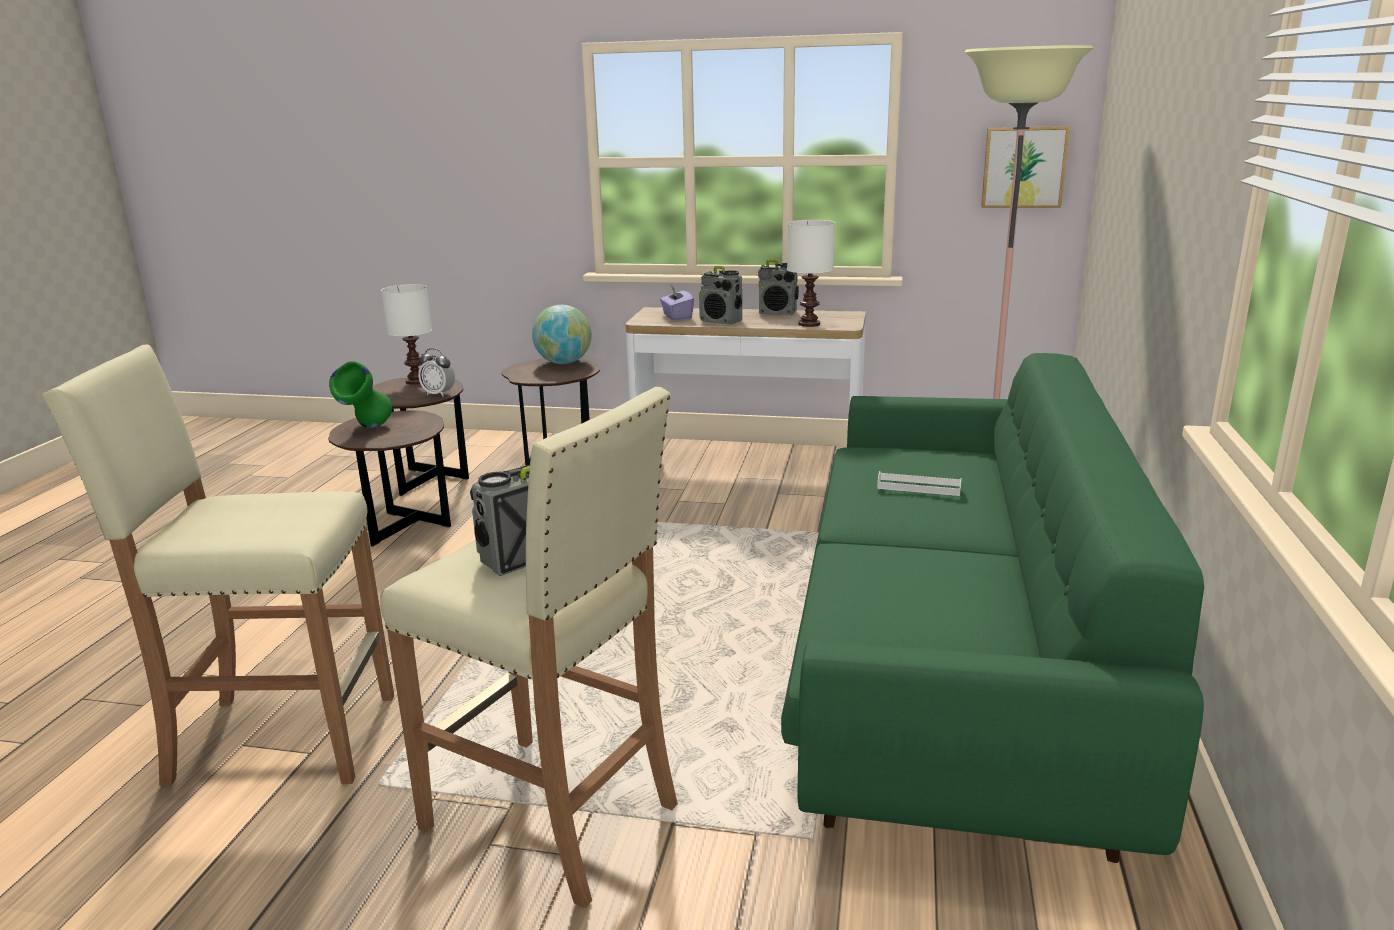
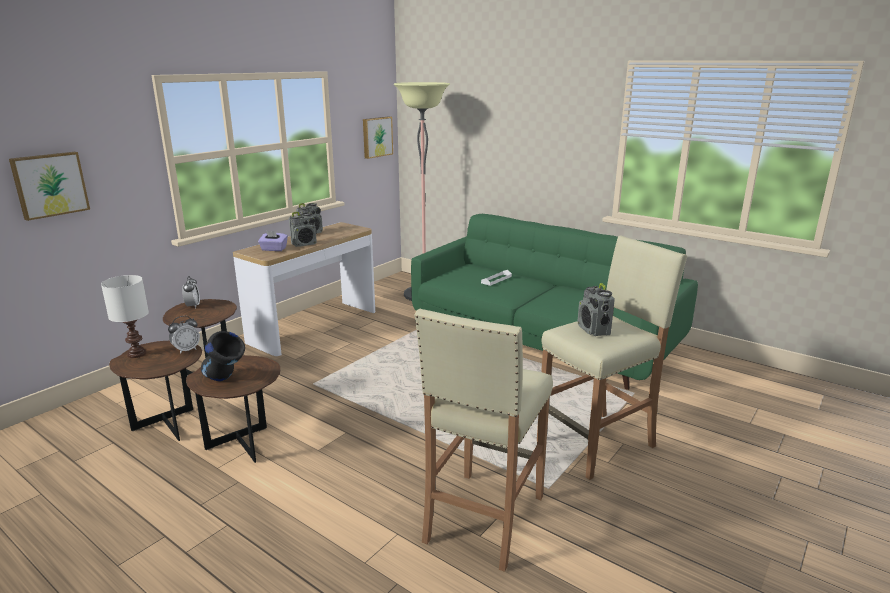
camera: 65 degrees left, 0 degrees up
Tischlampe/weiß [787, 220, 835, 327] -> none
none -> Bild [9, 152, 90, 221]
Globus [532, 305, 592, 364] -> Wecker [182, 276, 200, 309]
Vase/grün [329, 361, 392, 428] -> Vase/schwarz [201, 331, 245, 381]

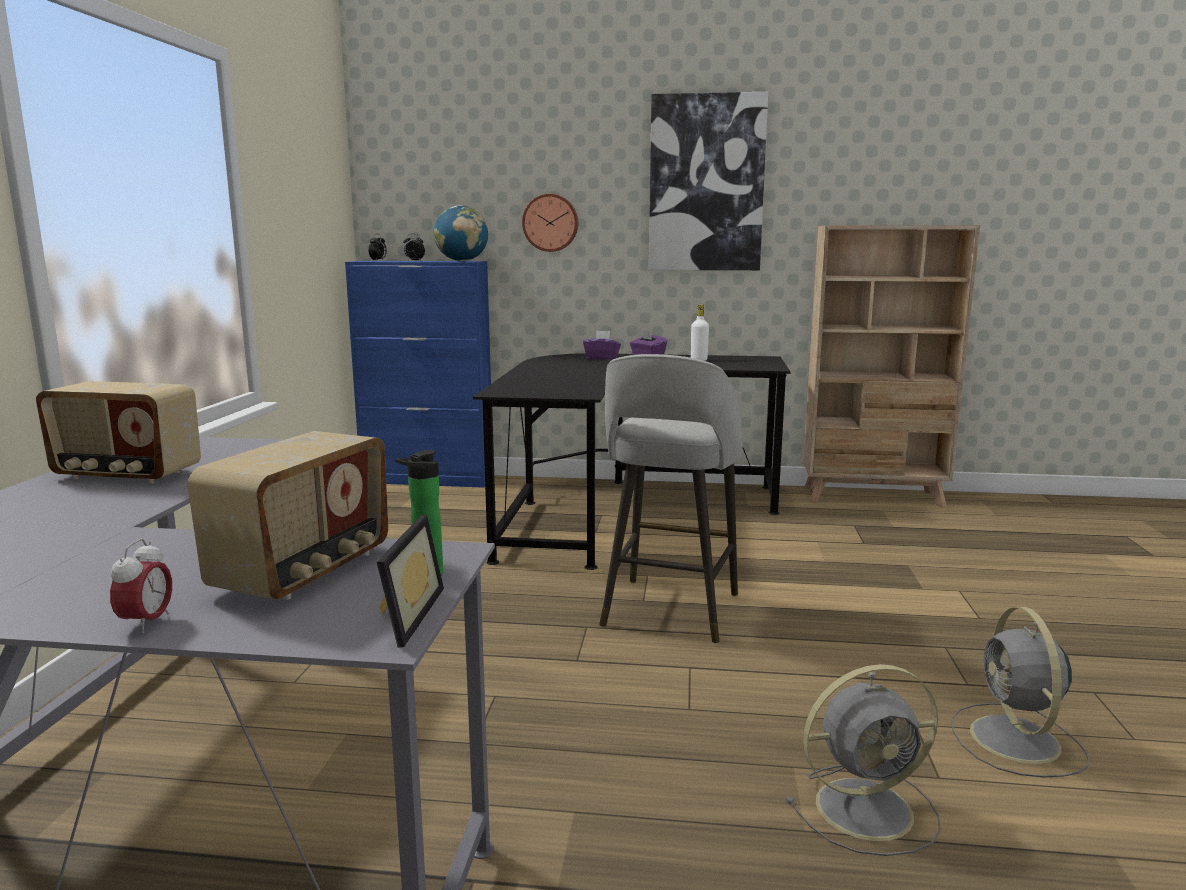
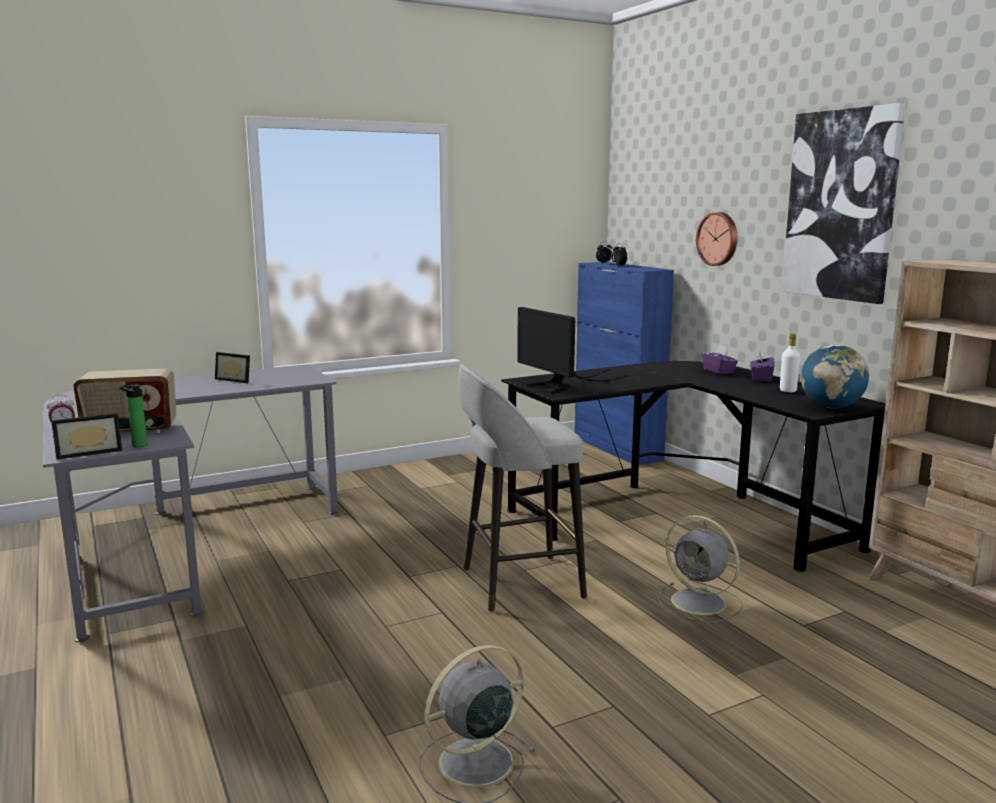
camera: 55 degrees right, 0 degrees up
none -> Monitor [517, 307, 628, 394]
Globus [434, 206, 488, 261] -> Globus [801, 345, 869, 408], moved
Ventilator/grau [786, 664, 941, 856] -> Ventilator/grau [658, 515, 743, 623], moved
Radio [36, 381, 201, 484] -> Bilderrahmen [215, 352, 250, 383]

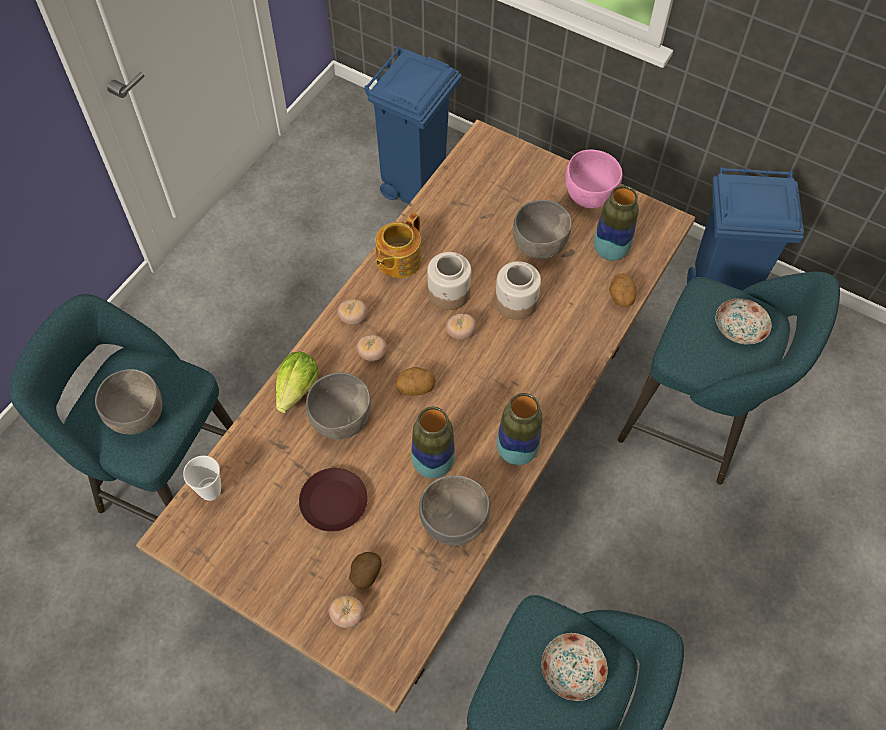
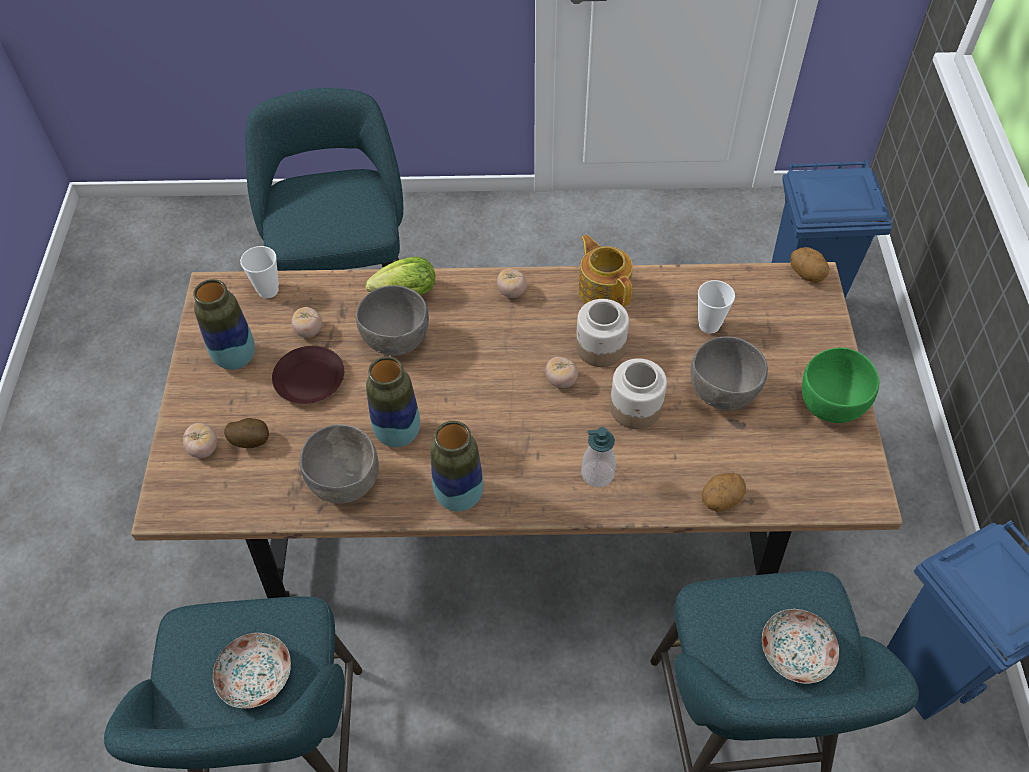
camera: 60 degrees right, 5 degrees down
Schüssel/grau [95, 369, 162, 434] -> none
none -> Seifenspender [581, 427, 616, 487]
none -> Tasse [698, 280, 735, 334]
Tomate [356, 335, 387, 361] -> Tomate [291, 307, 322, 338], moved
Kartoffel [396, 367, 436, 396] -> Kartoffel [791, 247, 829, 283], moved
Vase [594, 186, 639, 261] -> Vase [193, 279, 255, 370], moved
Schüssel/rosa [565, 150, 622, 208] -> Schüssel/grün [802, 348, 879, 423]
Teekanne [375, 213, 422, 278] -> Teekanne [578, 235, 633, 307], 60 degrees clockwise

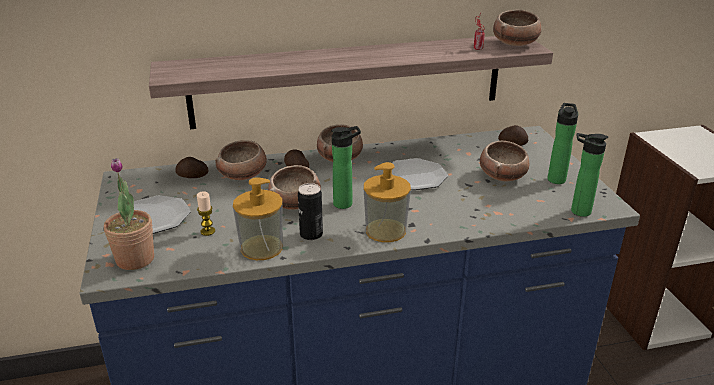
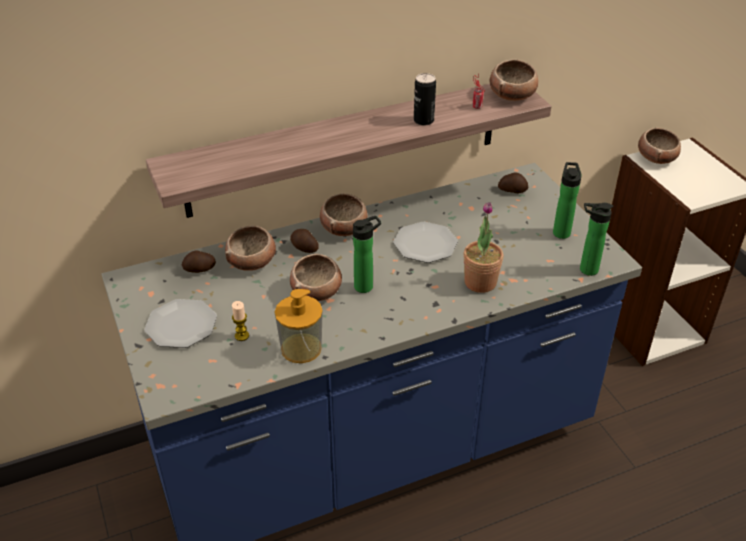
camera: 10 degrees left, 10 degrees up
Seifenspender [364, 162, 411, 242] -> none
Topfpflanze [104, 158, 154, 270] -> Topfpflanze [464, 202, 504, 293], moved
Dose [298, 183, 323, 240] -> Dose [414, 73, 436, 126], moved
Schüssel [480, 141, 529, 181] -> Schüssel [638, 128, 681, 164], moved

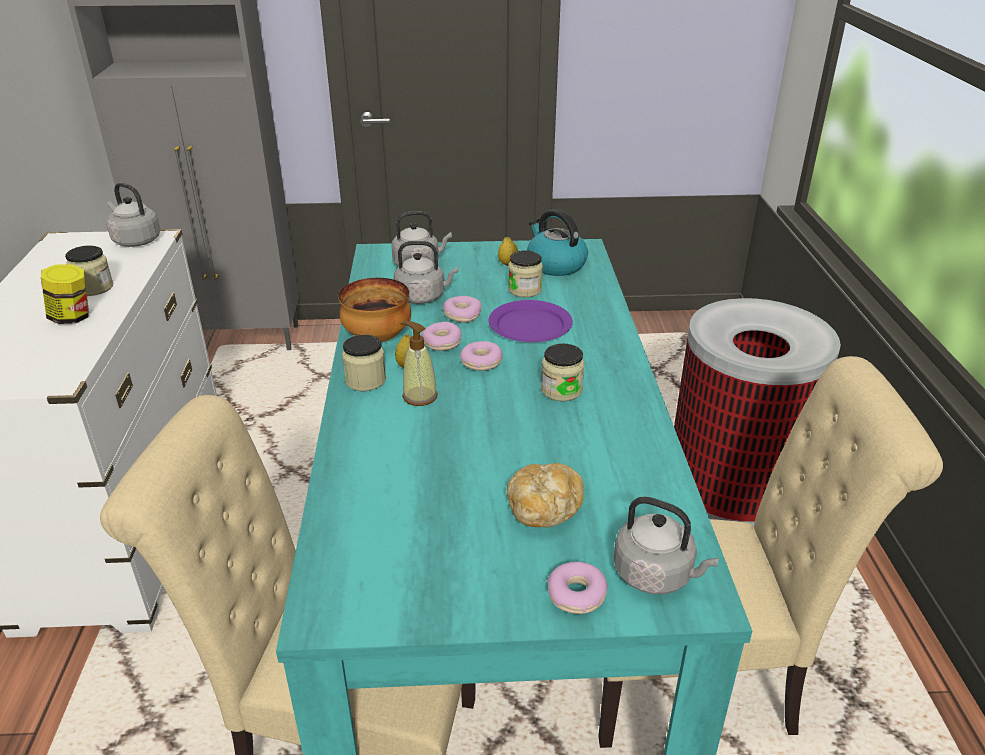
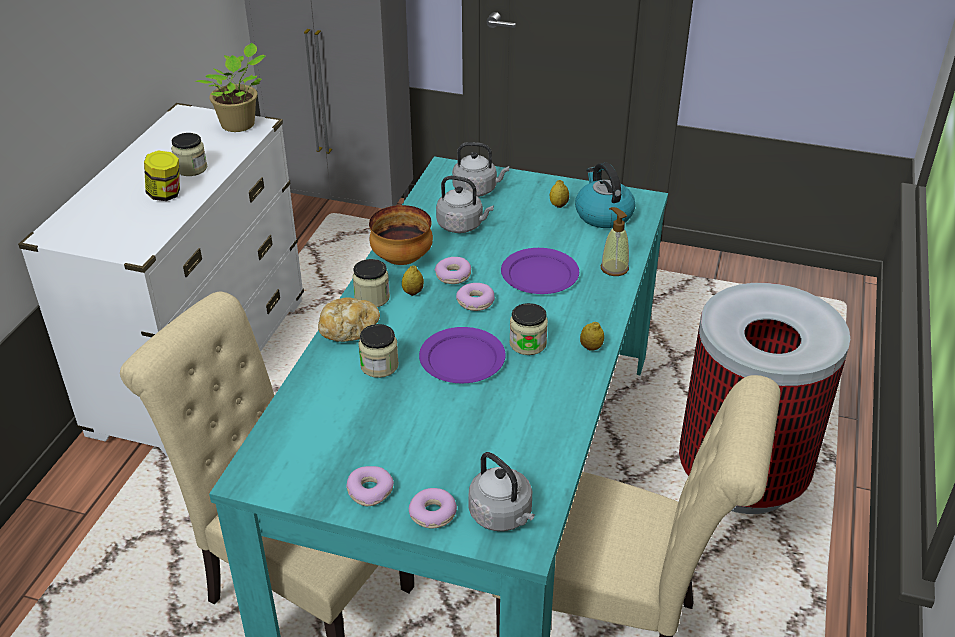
camera: 20 degrees right, 5 degrees up
none -> Teller/lila [419, 327, 506, 383]
none -> Zitrone [580, 322, 604, 350]
Seifenspender [400, 321, 438, 406] -> Seifenspender [601, 207, 629, 276], moved
Donut [443, 296, 482, 323] -> Donut [346, 466, 394, 506], moved
Brot [507, 463, 584, 527] -> Brot [318, 297, 380, 342], moved
Vorratsglas [508, 250, 543, 297] -> Vorratsglas [358, 324, 399, 378], moved
Wasserkessel/grau [106, 183, 161, 247] -> Topfpflanze [195, 43, 266, 132]

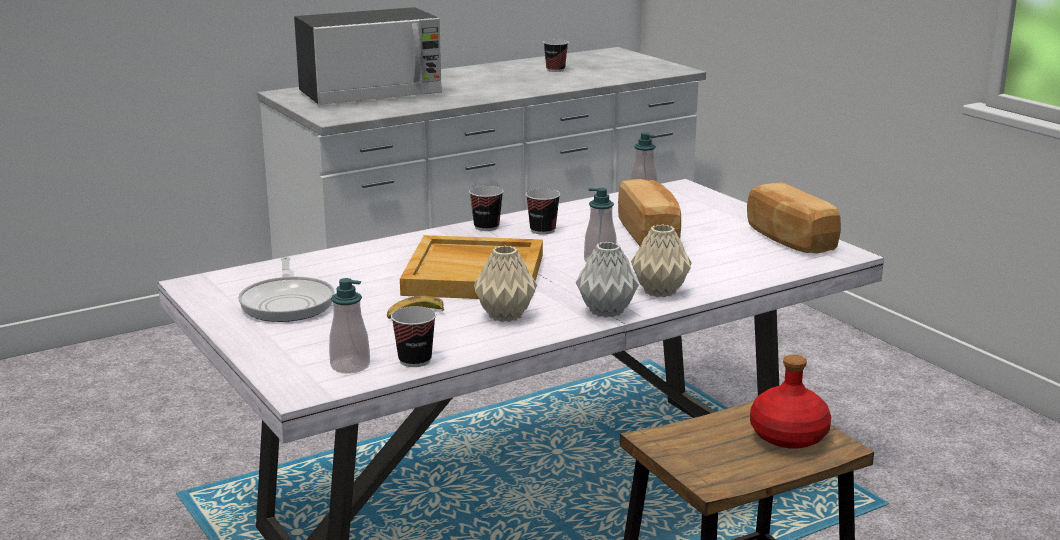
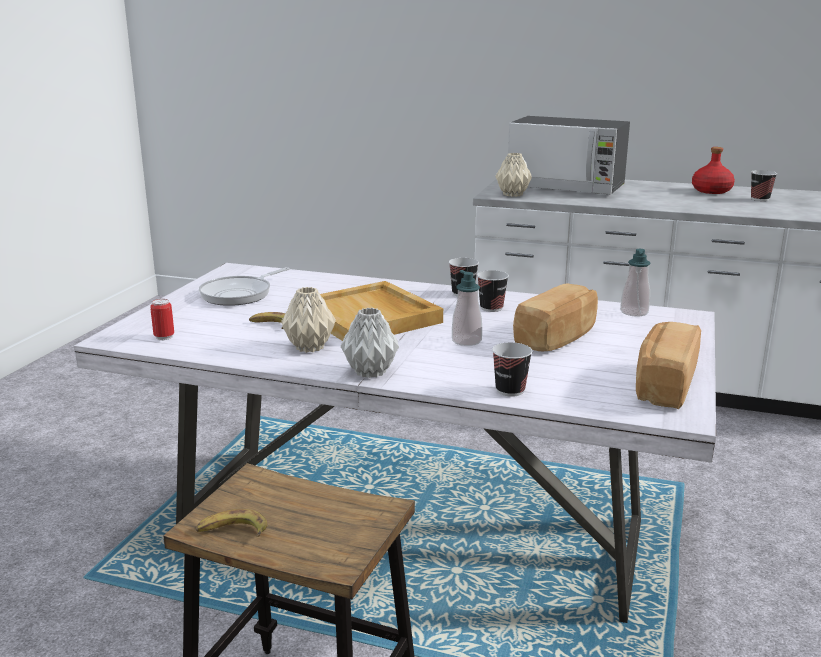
camera: 50 degrees right, 0 degrees up
none -> Banane [196, 509, 267, 537]
Tasse [391, 306, 436, 367] -> Tasse [492, 342, 533, 397], moved
Vase/beige [631, 224, 692, 297] -> Vase/beige [495, 153, 532, 197], moved
Flasche/rot [750, 354, 831, 449] -> Flasche/rot [692, 147, 735, 194], moved
Seifenspender [329, 278, 370, 374] -> Dose [150, 299, 174, 340]

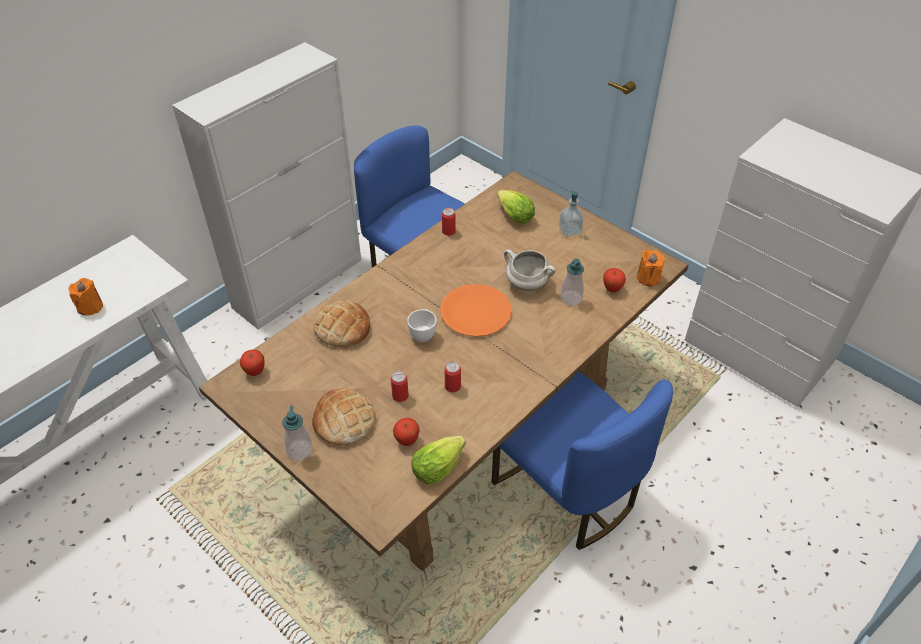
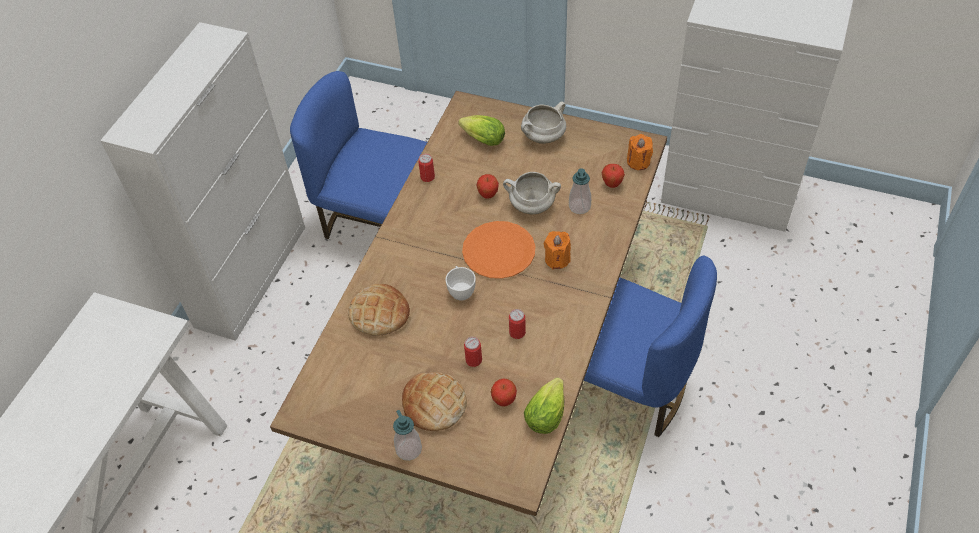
camera: 20 degrees left, 5 degrees up
Kerze/orange [68, 278, 103, 316] -> Kerze/orange [544, 231, 571, 269], moved
Apfel [240, 349, 265, 376] -> Apfel [477, 174, 499, 199], moved
Seifenspender [559, 190, 584, 237] -> Kochtopf/weiß [521, 102, 566, 144]

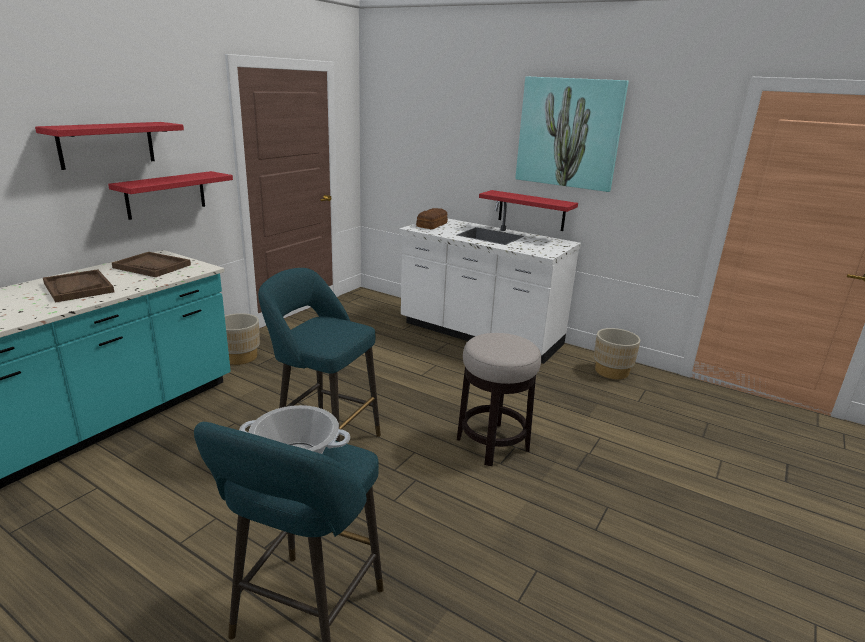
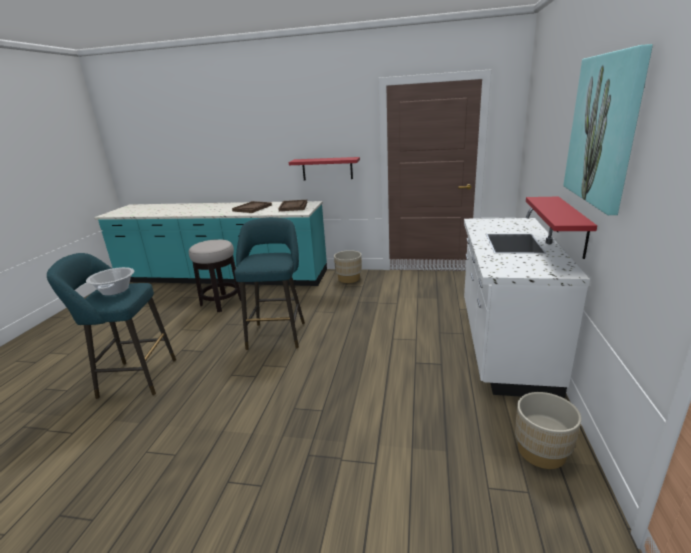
camera: 70 degrees right, 0 degrees up
Wandregal/rot [35, 122, 184, 170] -> none
Brot [416, 208, 448, 229] -> none
Hocker [457, 333, 541, 466] -> Hocker [189, 239, 241, 312], moved

